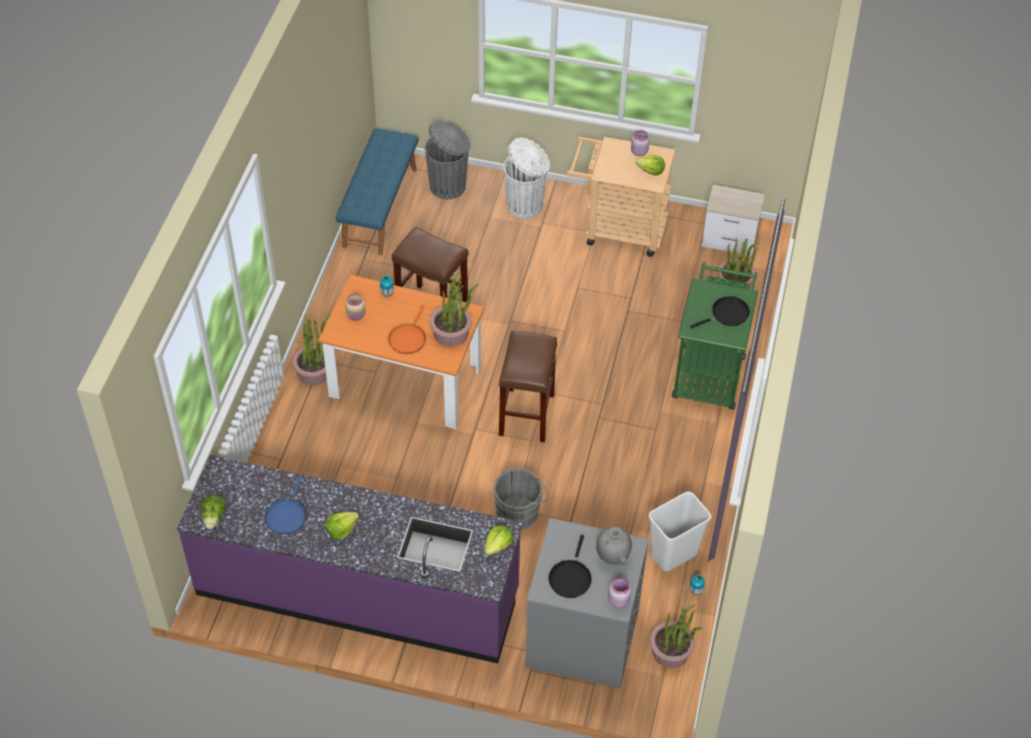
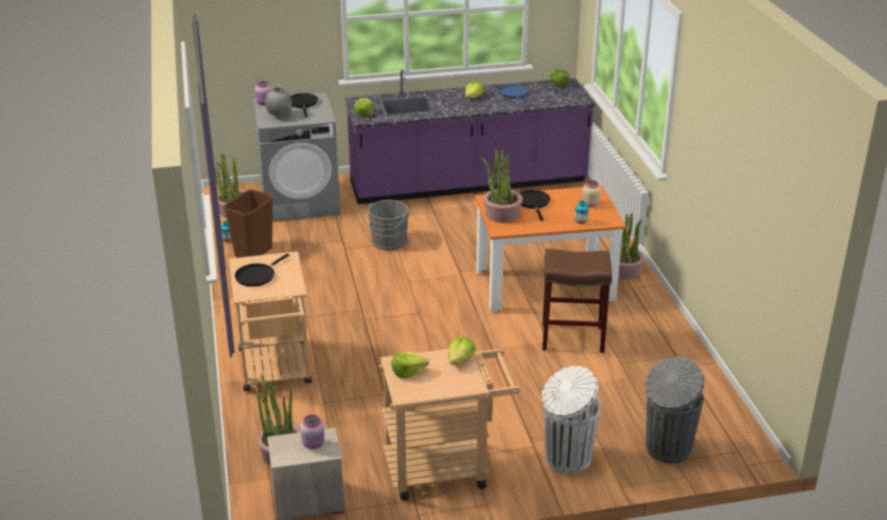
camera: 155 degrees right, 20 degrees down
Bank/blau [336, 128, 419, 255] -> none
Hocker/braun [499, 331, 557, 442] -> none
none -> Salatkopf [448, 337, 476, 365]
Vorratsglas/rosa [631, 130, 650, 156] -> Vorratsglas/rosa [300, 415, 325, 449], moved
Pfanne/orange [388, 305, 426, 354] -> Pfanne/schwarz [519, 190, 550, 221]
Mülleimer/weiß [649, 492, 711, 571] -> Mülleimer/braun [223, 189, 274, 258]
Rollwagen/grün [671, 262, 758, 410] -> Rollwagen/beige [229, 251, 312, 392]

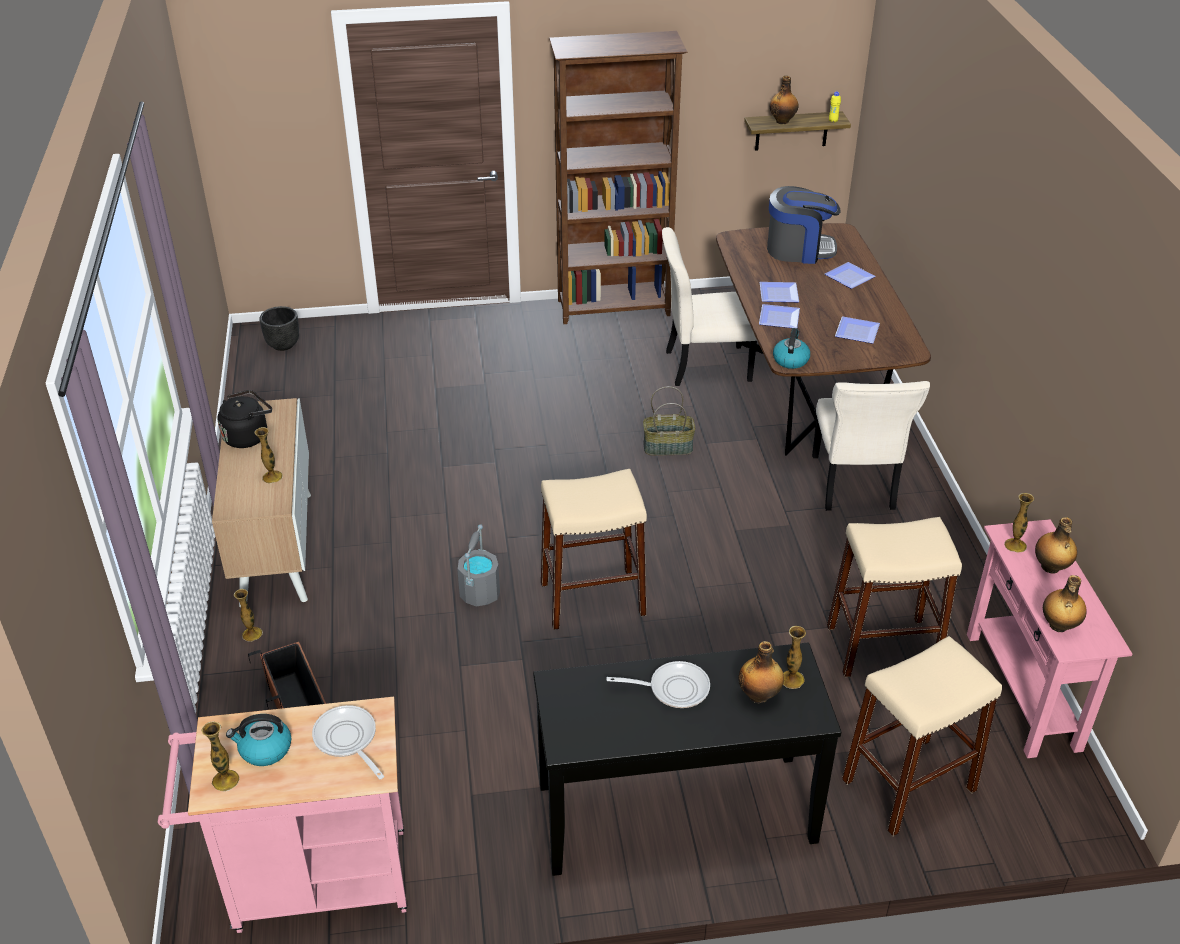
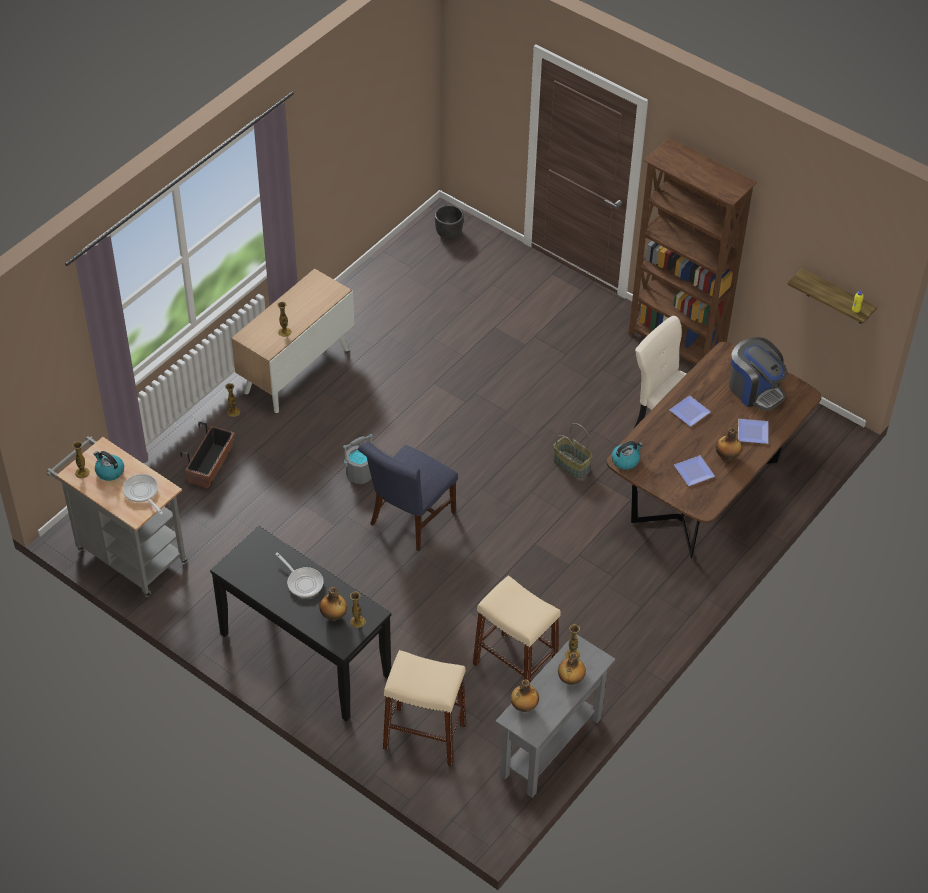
camera: 45 degrees right, 10 degrees up
Wasserkessel/schwarz [217, 390, 272, 448] -> none
Teller [759, 304, 800, 328] -> none
Stuhl/beige [812, 381, 930, 511] -> none
Flasche [770, 76, 799, 124] -> Flasche [716, 427, 742, 461], moved
Hocker/beige [541, 469, 647, 630] -> Stuhl/blau [358, 442, 458, 551]
Rollwagen/rosa [158, 697, 407, 933] -> Rollwagen/grau [47, 436, 188, 597]
Konsolentisch/rosa [967, 519, 1132, 758] -> Konsolentisch/grau [495, 635, 616, 798]
Pfanne [312, 705, 384, 779] -> Pfanne [123, 474, 163, 515], 45 degrees counterclockwise

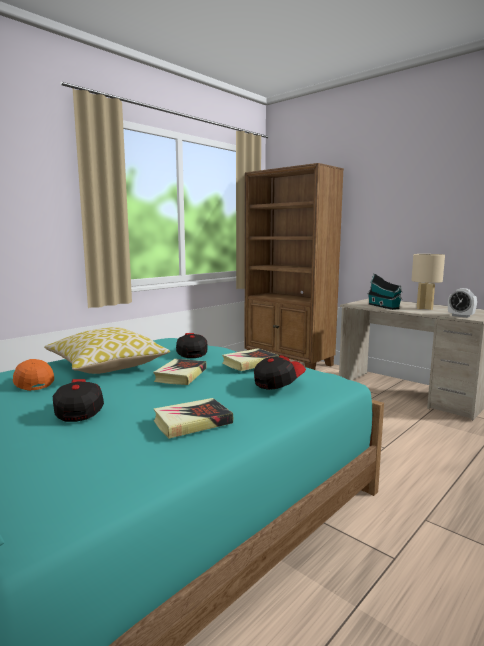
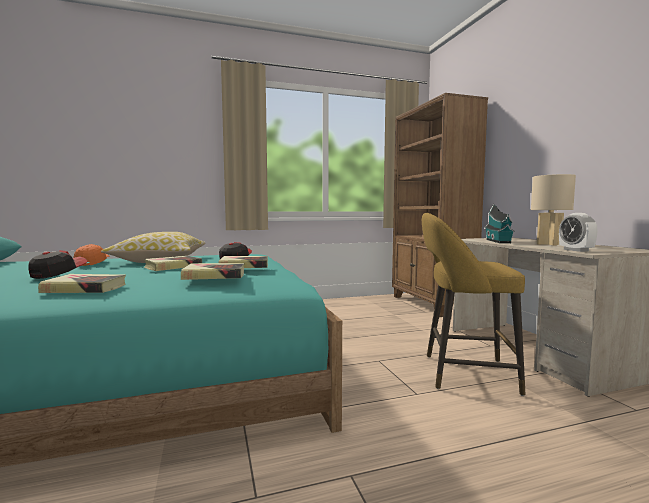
camera: 30 degrees right, 5 degrees down
none -> Hocker/gelb [422, 213, 525, 396]
Kappe [254, 355, 306, 390] -> Buch [181, 263, 244, 280]

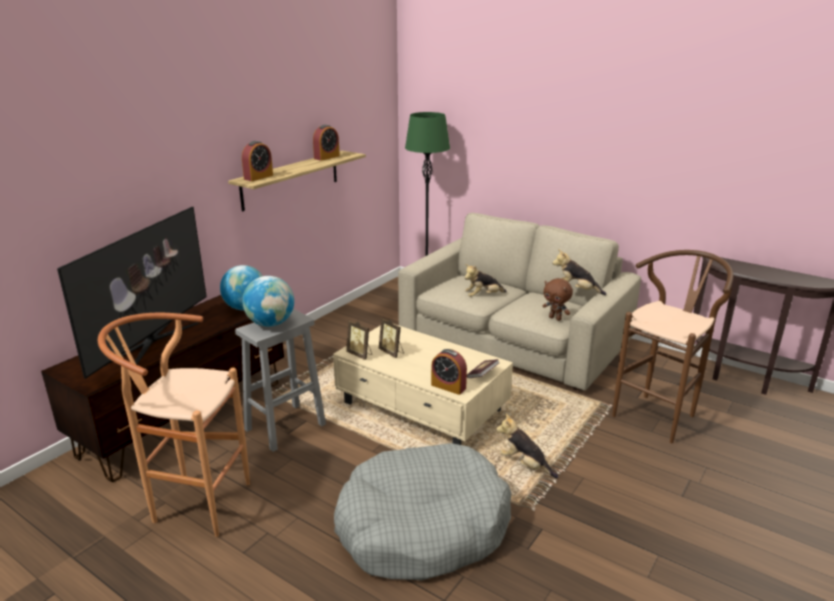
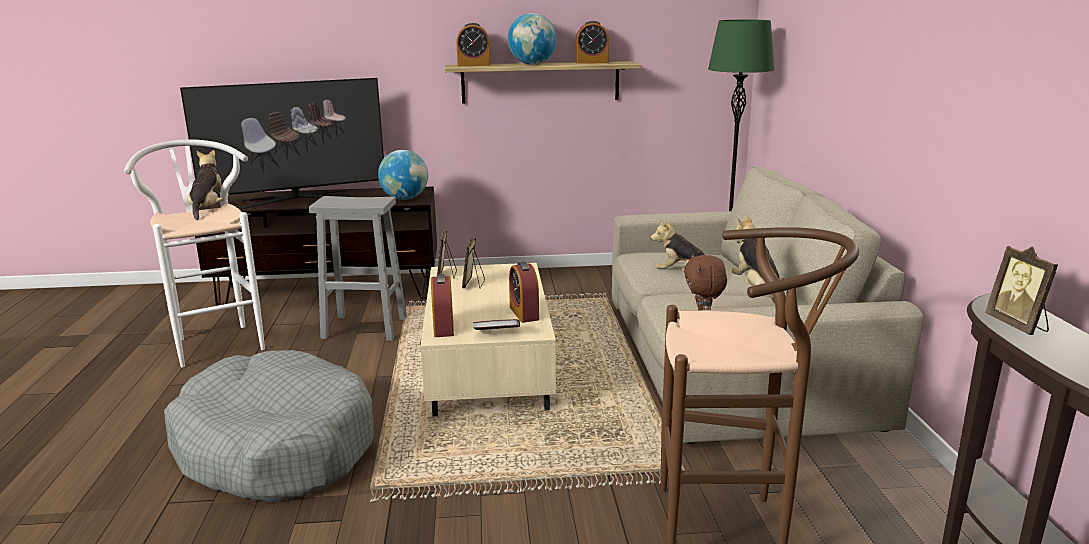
camera: 50 degrees right, 5 degrees down
none -> Wecker [509, 262, 539, 323]
none -> Bilderrahmen [985, 246, 1058, 335]
Globus [242, 276, 294, 327] -> Globus [508, 13, 557, 65], moved
Plüschtier [496, 413, 558, 478] -> Plüschtier [188, 150, 229, 220], moved
Hocker/braun [98, 313, 250, 537] -> Hocker/weiß [124, 139, 265, 368]

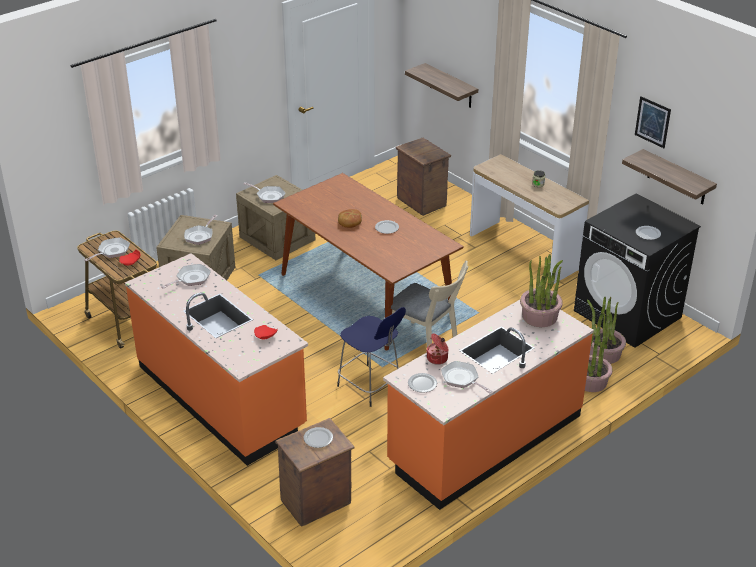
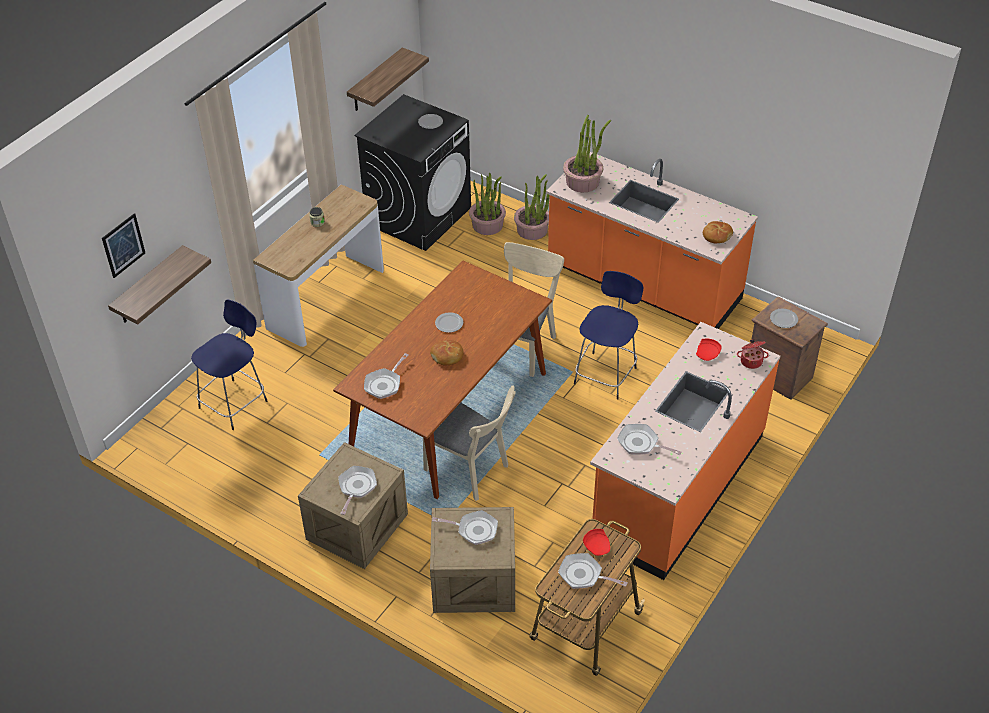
camera: 105 degrees left, 10 degrees up
none -> Stuhl/beige [423, 385, 516, 501]
Kochtopf [426, 333, 449, 365] -> Kochtopf [737, 339, 769, 369], moved
Pfanne [441, 361, 493, 393] -> Pfanne [364, 353, 409, 399], moved
Bild [635, 96, 671, 148] -> Bild [102, 213, 145, 278], moved
Kiste [395, 138, 451, 216] -> Hocker/blau [191, 299, 267, 430]
Teller [408, 373, 437, 393] -> Brot [703, 221, 733, 244]

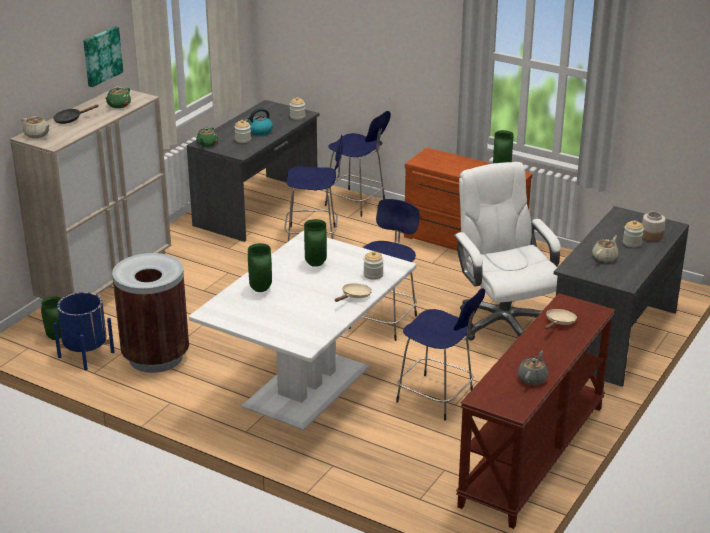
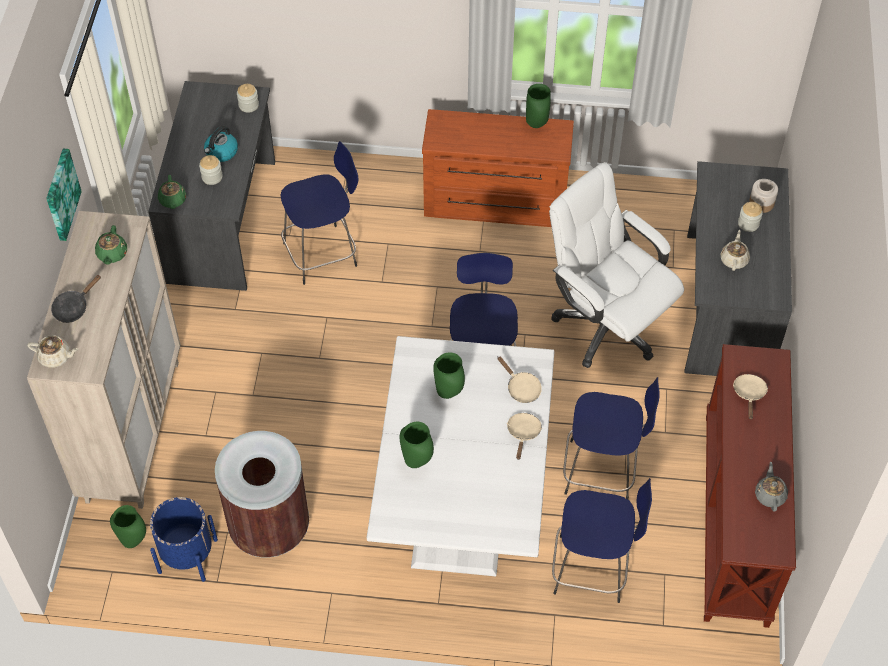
camera: 25 degrees left, 25 degrees up
Hocker/blau [325, 111, 391, 217] -> Hocker/blau [552, 478, 652, 603], moved
Vorratsglas [364, 251, 384, 280] -> Pfanne/beige [497, 357, 542, 403]

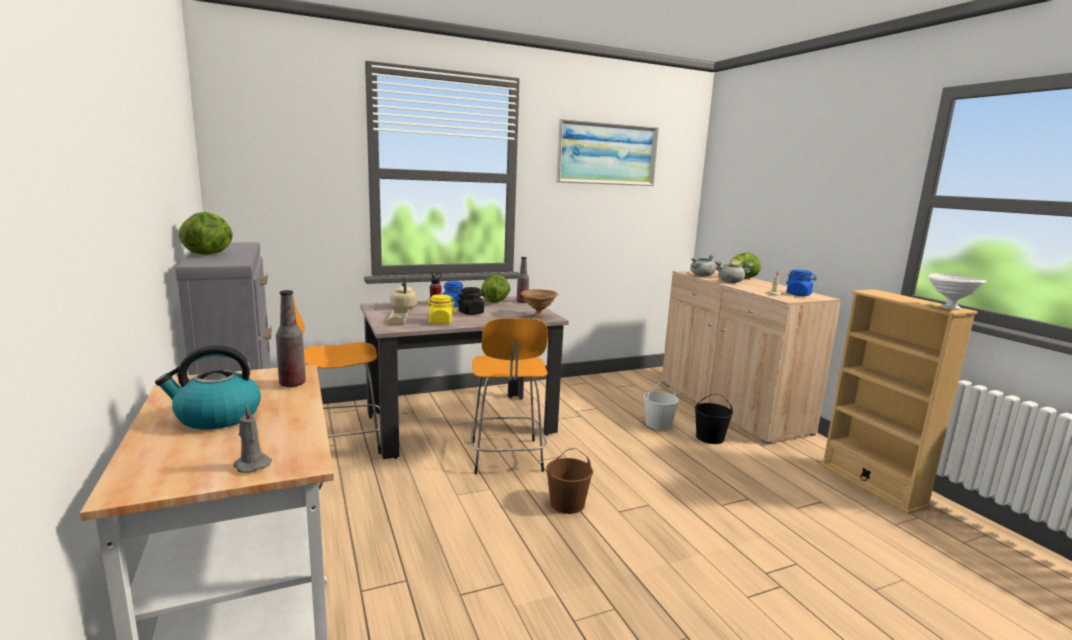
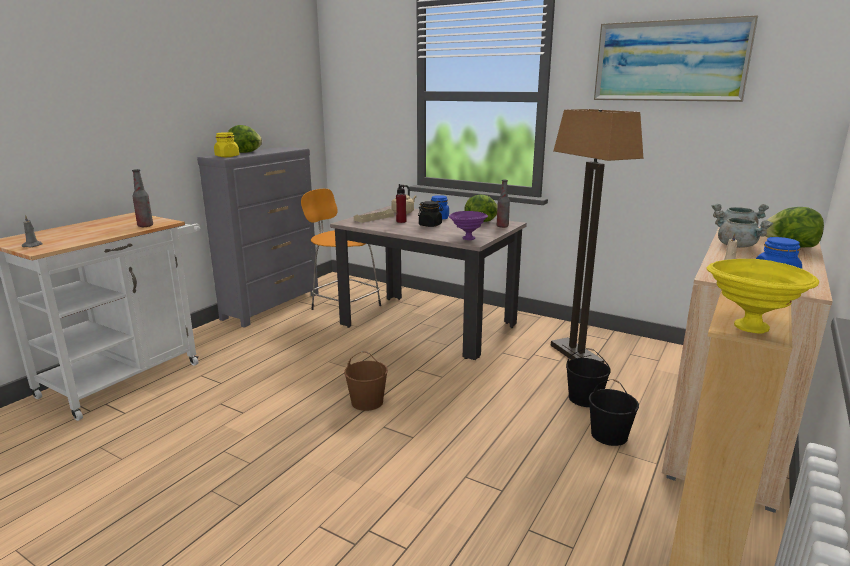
camera: 55 degrees right, 5 degrees up
Wasserkessel [155, 345, 261, 430] -> none
Hocker/orange [470, 318, 548, 474] -> none
none -> Stehlampe [551, 109, 644, 363]
Vorratsglas/gelb [425, 294, 456, 324] -> Vorratsglas/gelb [214, 132, 239, 157], moved
Schüssel/braun [520, 289, 558, 318] -> Schüssel/lila [449, 211, 488, 240]
Eimer/weiß [644, 381, 679, 430] -> Eimer/schwarz [566, 348, 611, 407]
Schüssel/weiß [927, 273, 987, 310] -> Schüssel/gelb [707, 259, 819, 333]

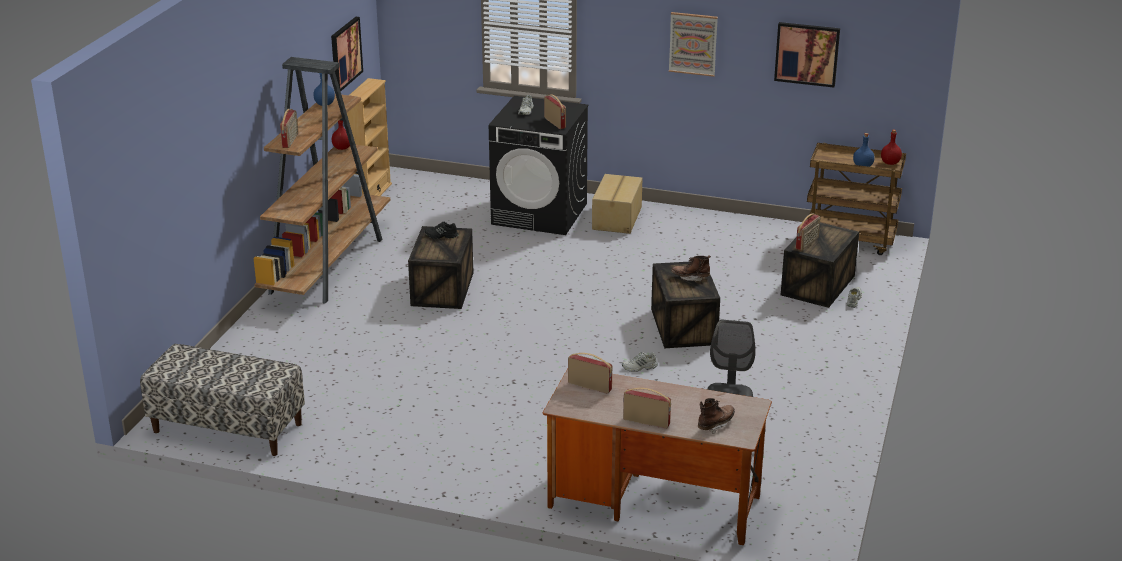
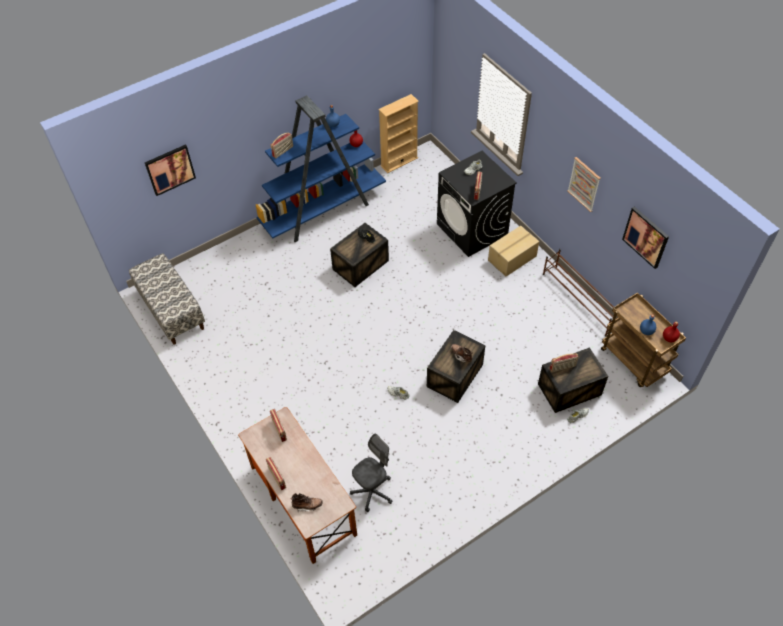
camera: 40 degrees right, 25 degrees up
none -> Schuhregal/braun [543, 249, 618, 337]
Bild [331, 17, 363, 91] -> Bild [145, 144, 196, 196], moved
Bücherregal/braun [254, 57, 390, 304] -> Bücherregal/blau [256, 95, 386, 242]

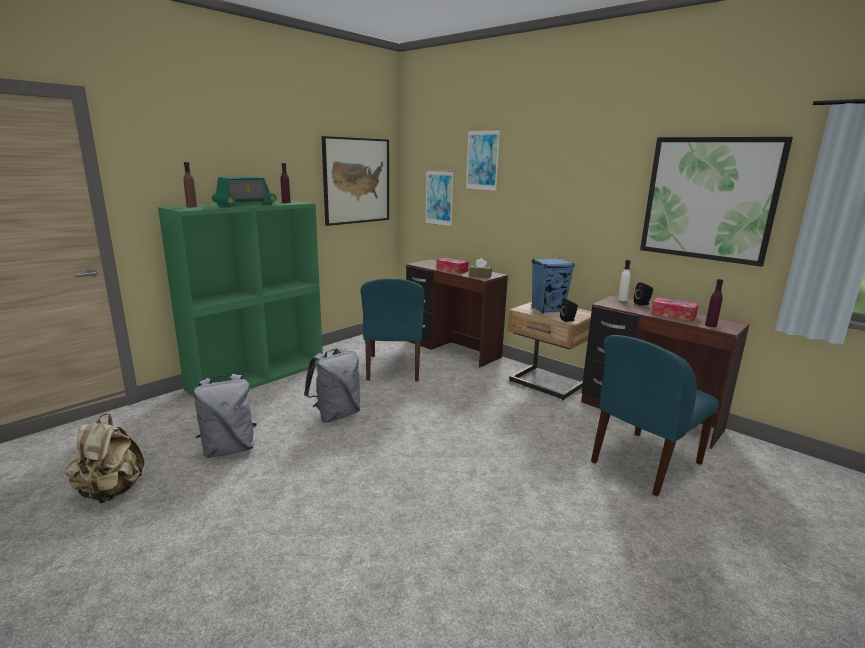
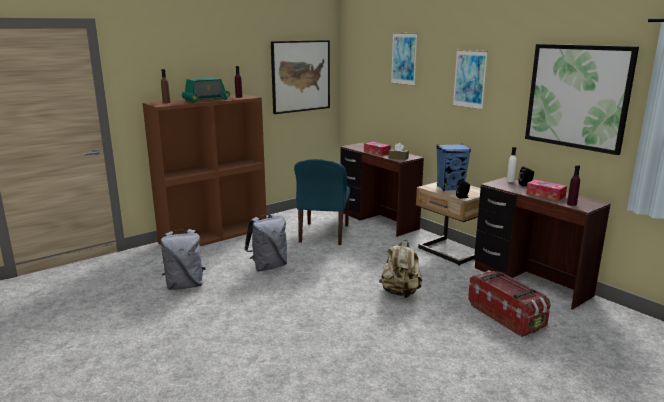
camera: 10 degrees right, 0 degrees up
Rucksack/beige [66, 413, 144, 503] -> Rucksack/beige [379, 240, 422, 298], moved
Bild [425, 170, 454, 227] -> Bild [453, 50, 488, 110], moved
Stuhl/blau [591, 335, 719, 497] -> Aufbewahrungsbox [468, 270, 550, 337]
Bücherregal/grün [158, 200, 323, 397] -> Bücherregal/braun [142, 94, 267, 246]

